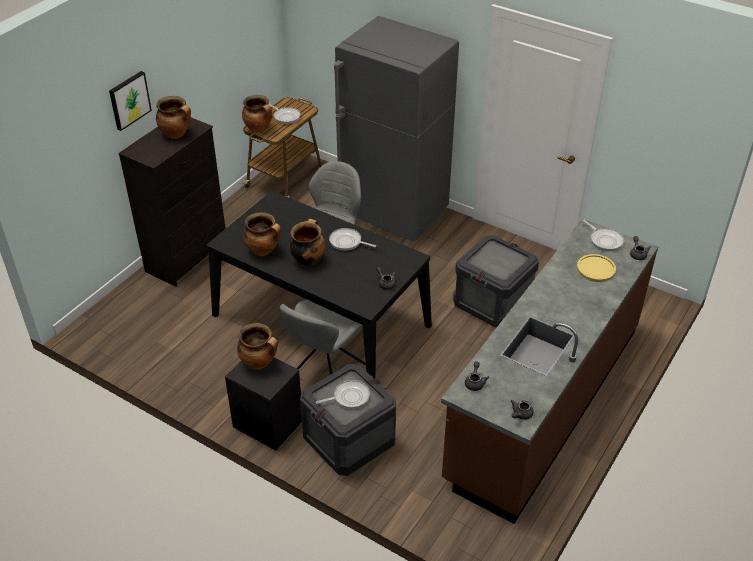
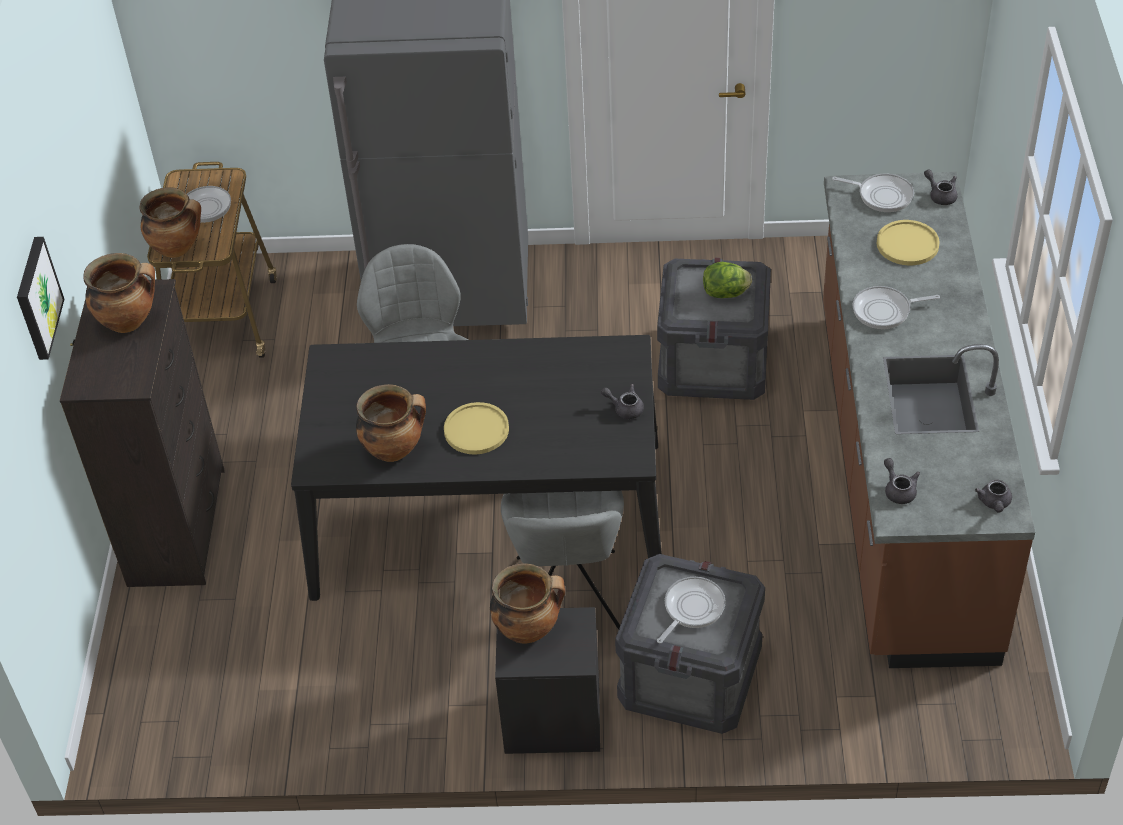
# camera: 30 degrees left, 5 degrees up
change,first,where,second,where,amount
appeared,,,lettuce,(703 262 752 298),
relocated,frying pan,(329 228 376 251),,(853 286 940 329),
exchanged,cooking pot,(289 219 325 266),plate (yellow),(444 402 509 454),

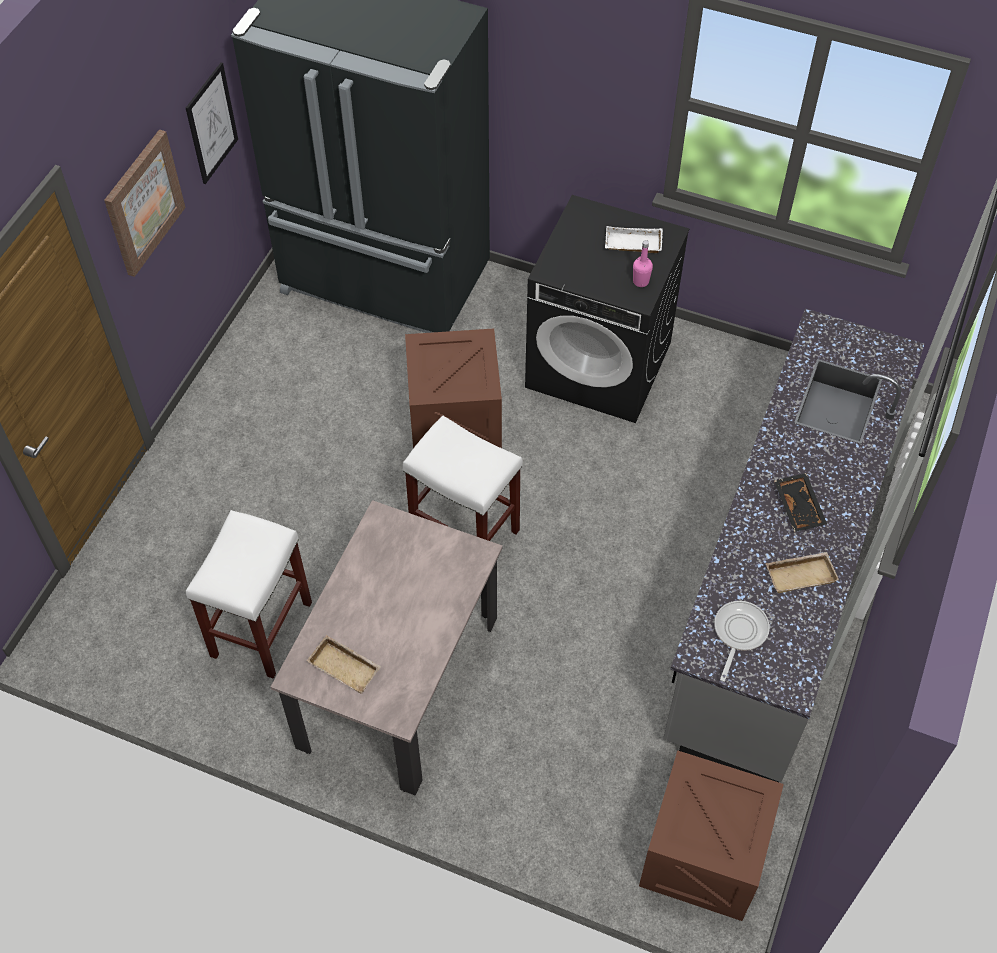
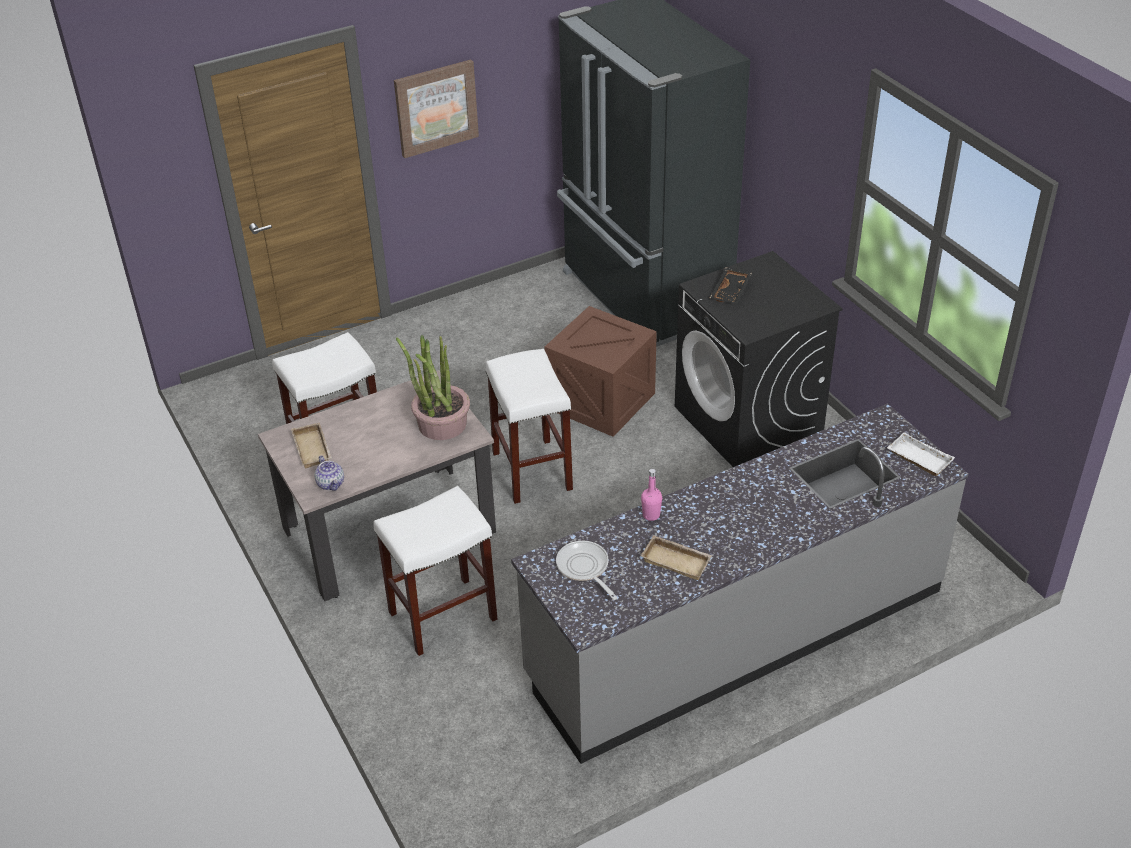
# camera: 40 degrees right, 15 degrees down
change,first,where,second,where,amount
missing,picture,(186 63 238 184),,,
missing,crate,(639 750 784 921),,,
appeared,,,teapot,(314 456 344 491),
appeared,,,stool (white),(373 486 497 656),
appeared,,,potted plant,(396 335 470 440),
relocated,tray (white),(605 226 663 253),,(887 432 955 476),
relocated,bottle (pink),(633 240 653 287),,(641 469 662 521),
relocated,tray (black),(774 473 827 532),,(710 267 752 304),
spun,frying pan,(714 601 770 682),,(556 541 617 600),90 degrees counterclockwise

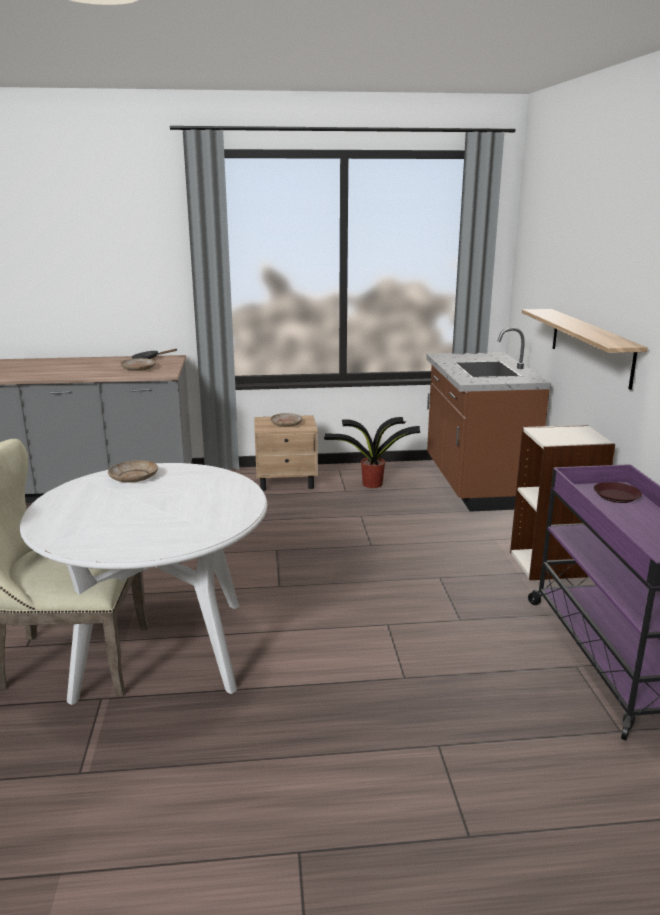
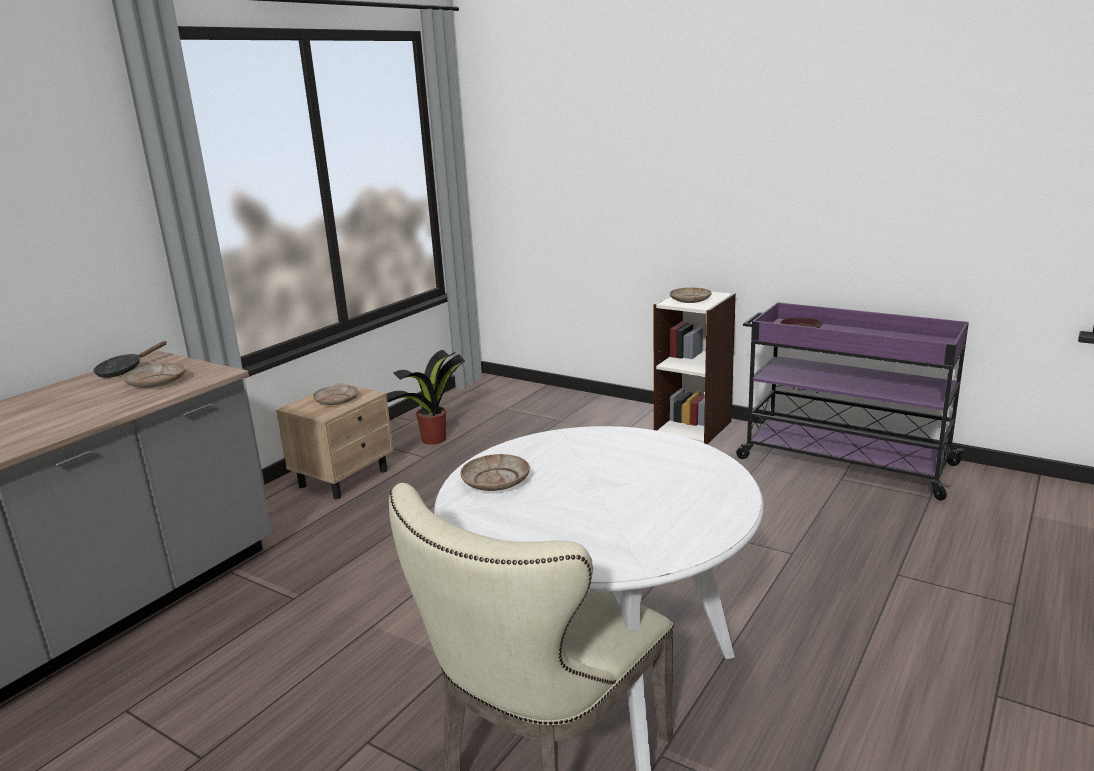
# camera: 50 degrees left, 0 degrees up
change,first,where,second,where,amount
missing,counter (brown),(426 328 551 512),,,
missing,shelf,(522 309 648 390),,,
appeared,,,plate (beige),(670 288 712 303),

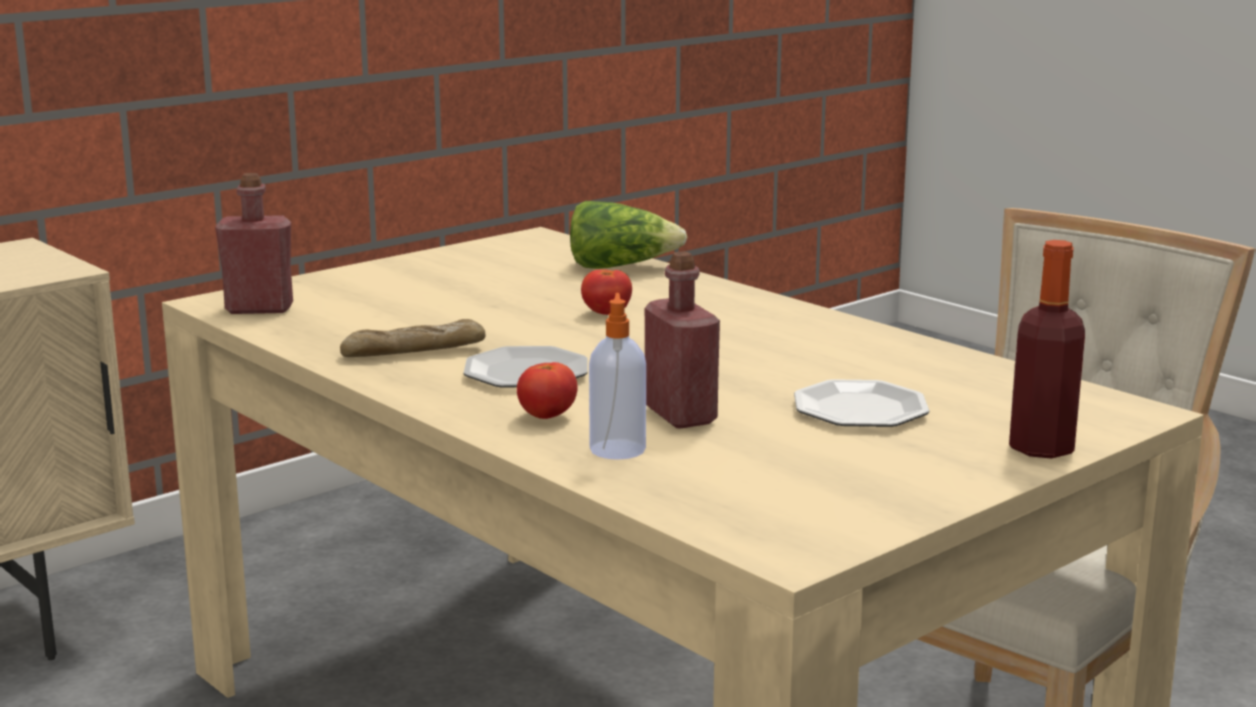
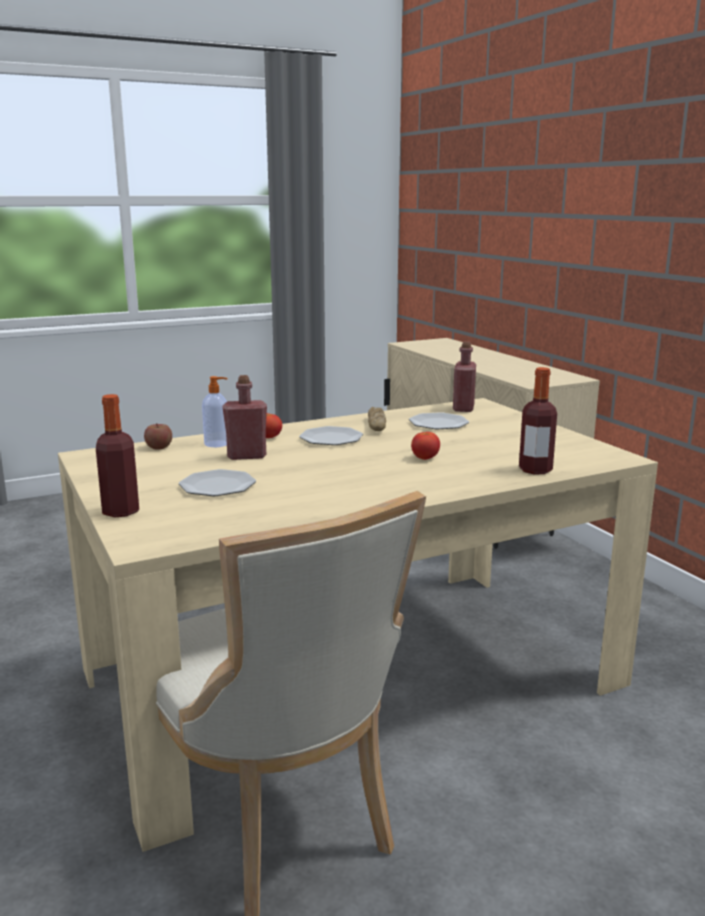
# camera: 105 degrees right, 0 degrees up
change,first,where,second,where,amount
appeared,,,apple,(144 423 172 450),
appeared,,,plate,(409 412 469 429),
exchanged,lettuce,(570 201 687 269),bottle,(519 367 557 475),

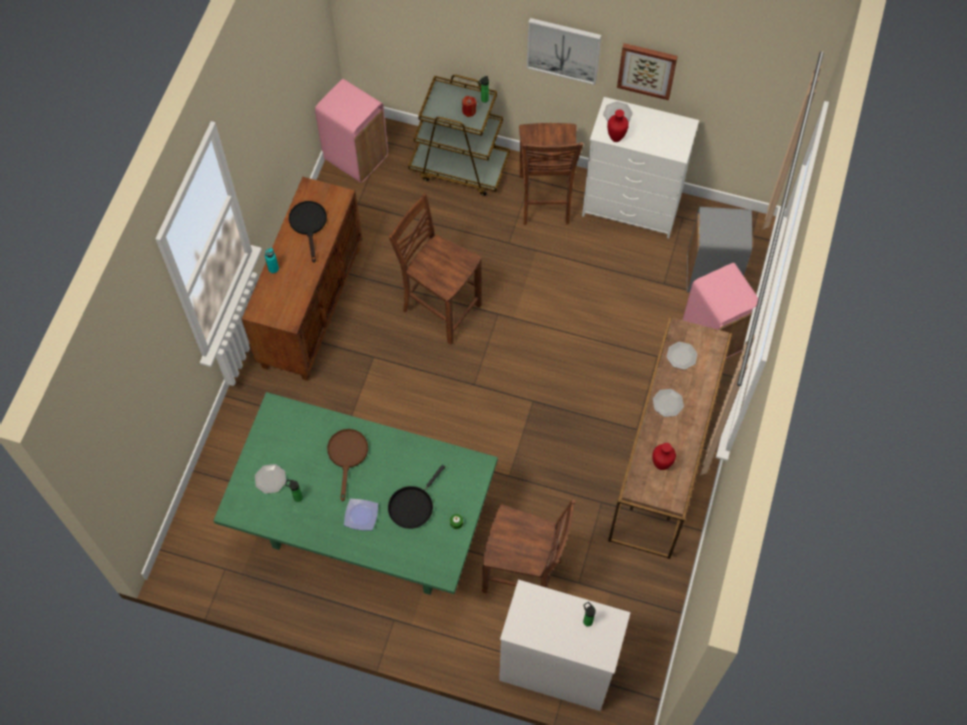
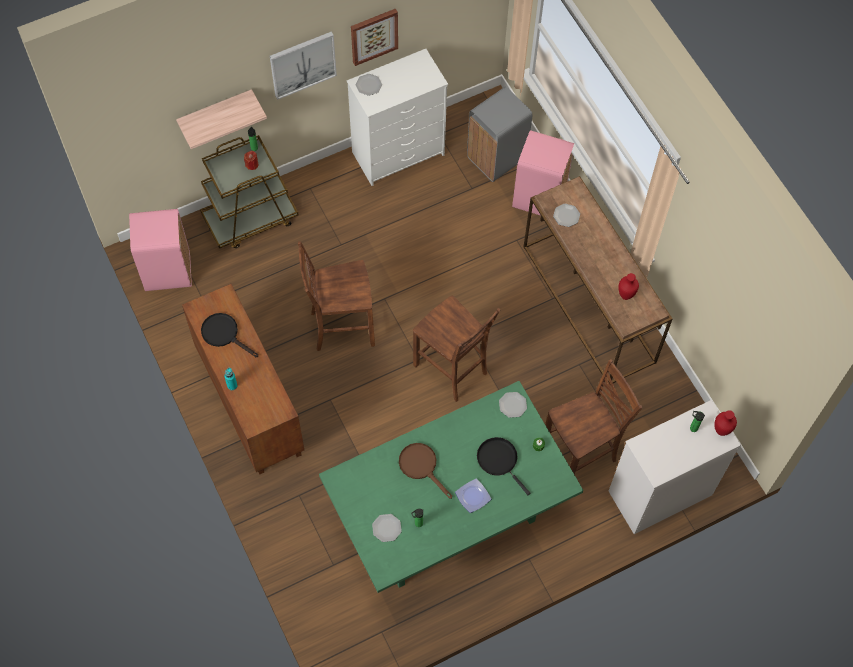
# camera: 45 degrees left, 0 degrees up
change,first,where,second,where,amount
appeared,,,shelf,(176 89 267 149),
relocated,chair (brown),(519 123 583 225),,(413 296 501 402),
relocated,vase (red),(607 109 629 142),,(714 410 737 436),
relocated,plate,(653 389 684 417),,(499 392 527 418),
spun,frying pan (black),(388 465 445 529),,(477 437 530 495),150 degrees clockwise

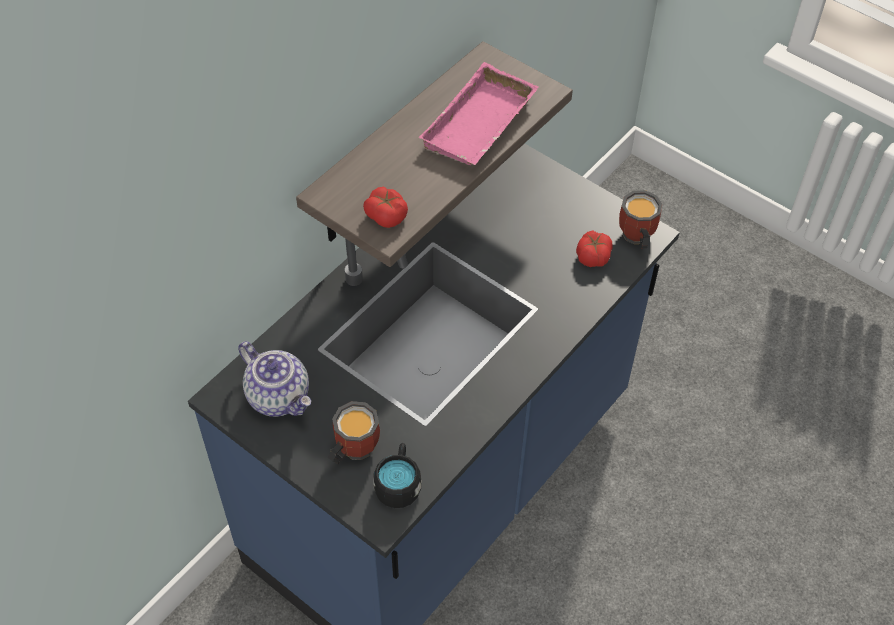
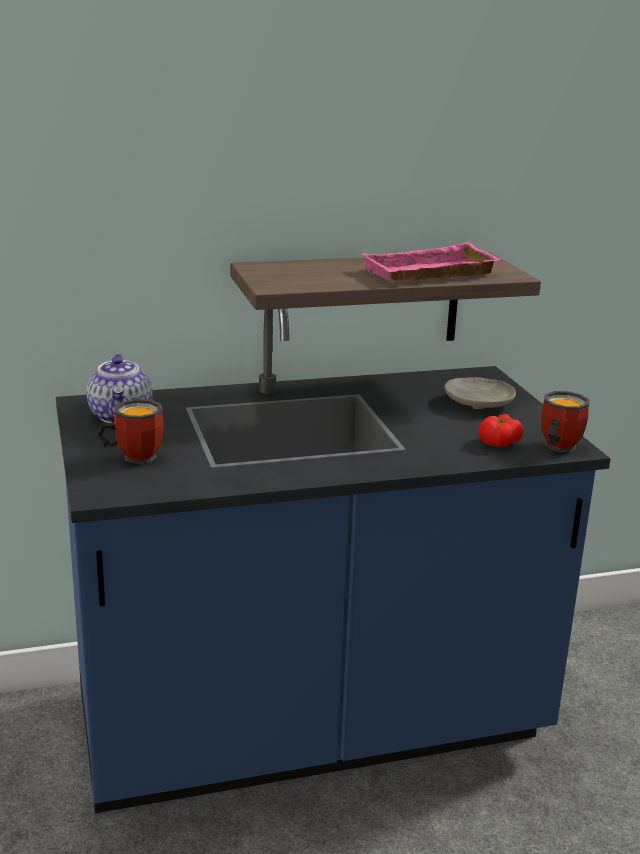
# camera: 35 degrees right, 30 degrees down
change,first,where,second,where,amount
missing,tomato,(363 187 408 228),,,
missing,mug (black),(373 443 422 508),,,
appeared,,,plate (beige),(444 377 516 409),

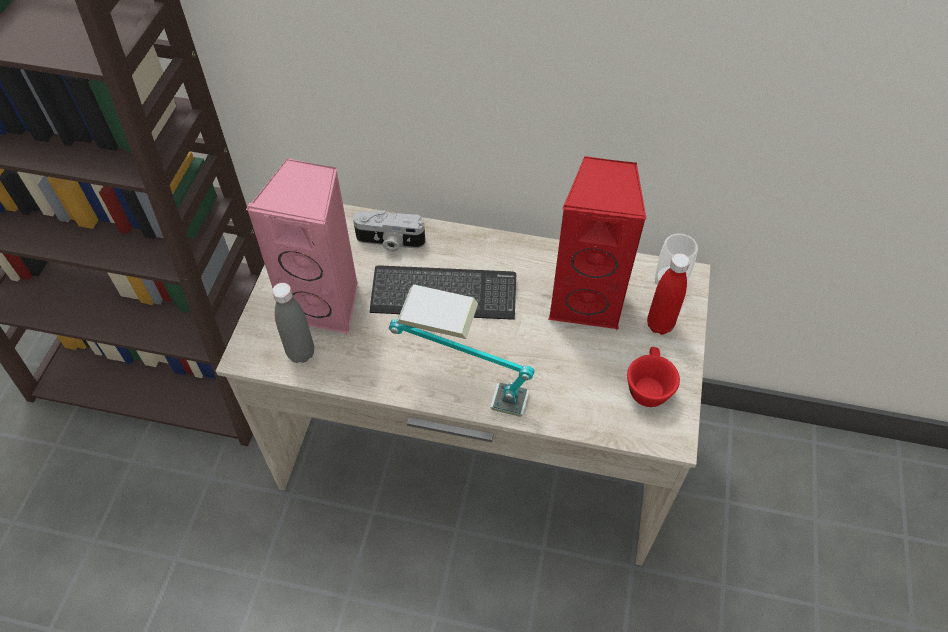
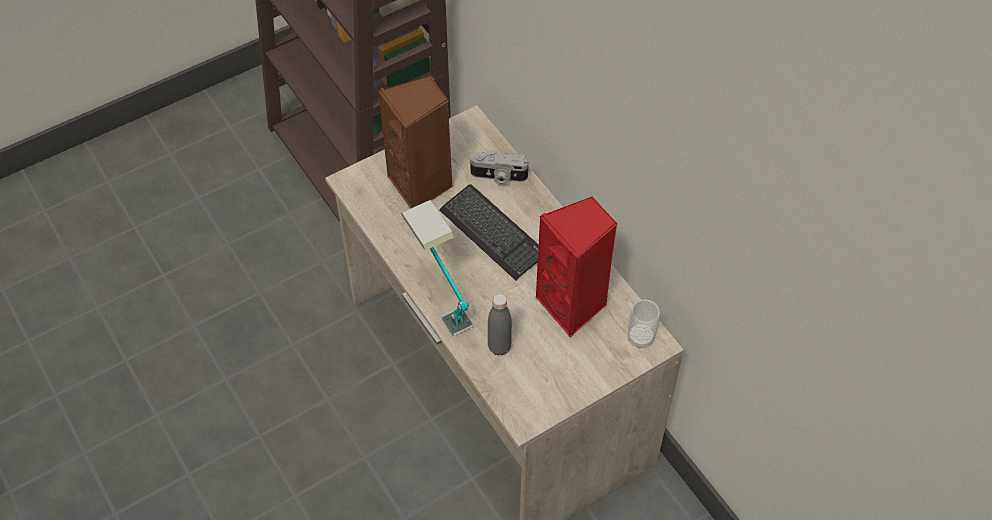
# camera: 45 degrees right, 0 degrees up
change,first,where,second,where,amount
missing,cup (red),(627 347 680 407),,,
missing,bottle (red),(647 253 690 335),,,
relocated,bottle (grey),(272 283 314 363),,(488 294 512 355),
colour,speaker (pink),(246 158 358 335),speaker (brown),(378 76 453 209),
spun,photo camera,(353 210 425 252),,(470 151 528 185),45 degrees counterclockwise

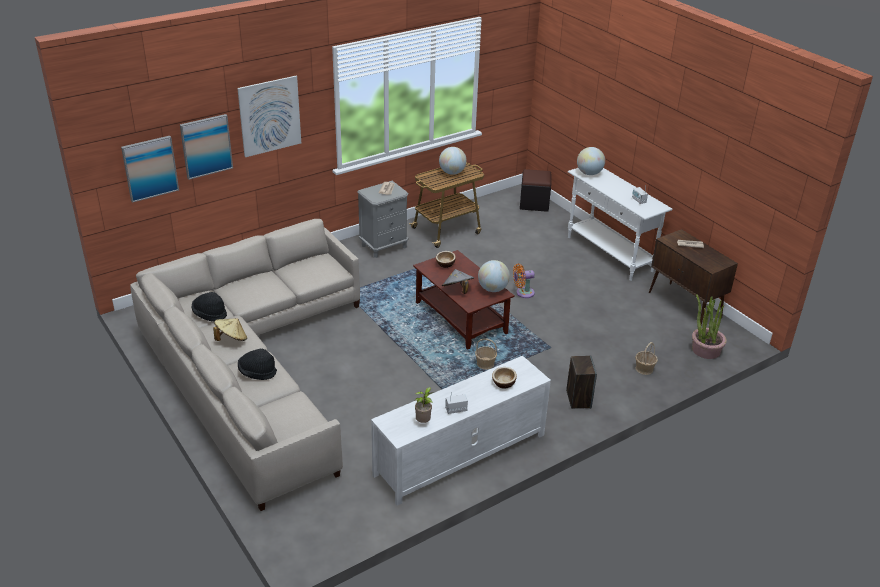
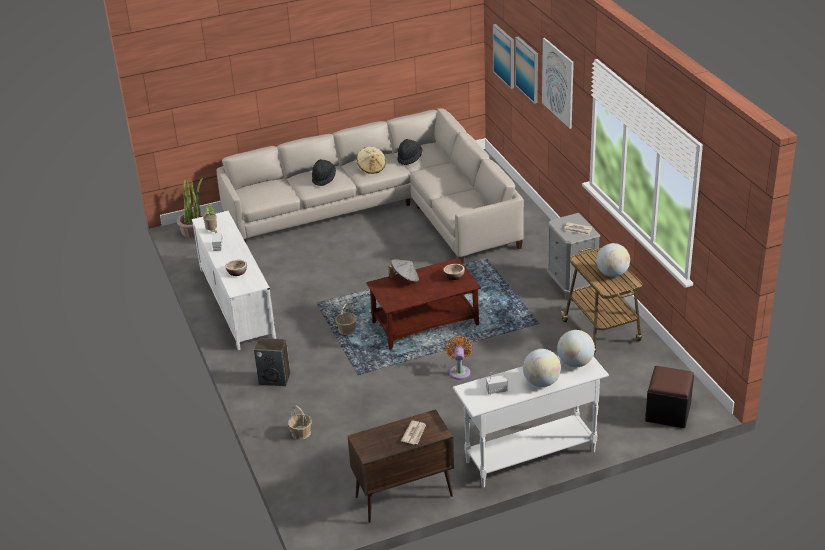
# camera: 105 degrees right, 0 degrees up
change,first,where,second,where,amount
relocated,globe,(478 260 510 292),,(523 349 561 387),
relocated,potted plant,(692 294 727 359),,(177 178 204 238),

